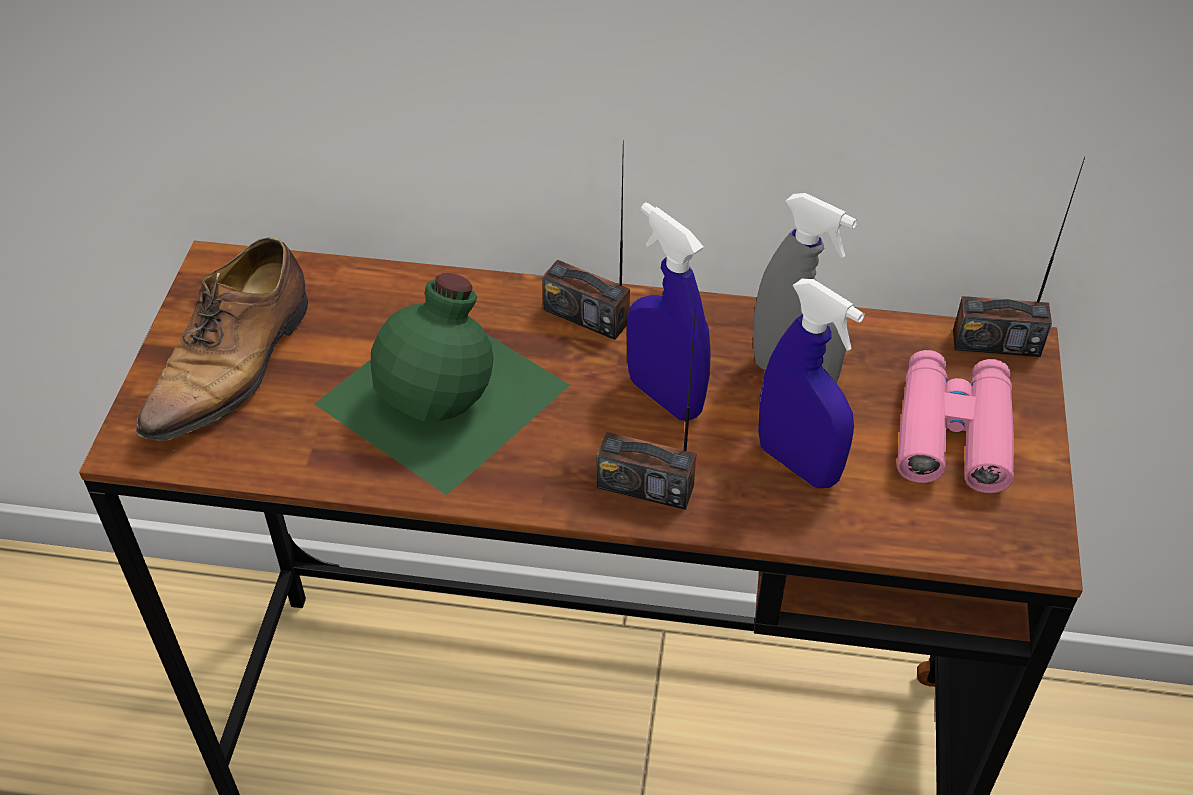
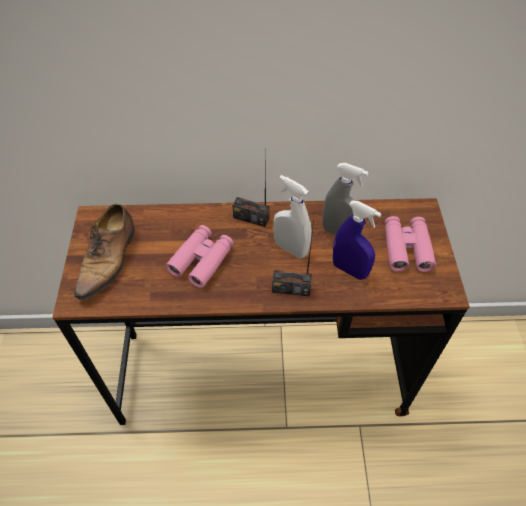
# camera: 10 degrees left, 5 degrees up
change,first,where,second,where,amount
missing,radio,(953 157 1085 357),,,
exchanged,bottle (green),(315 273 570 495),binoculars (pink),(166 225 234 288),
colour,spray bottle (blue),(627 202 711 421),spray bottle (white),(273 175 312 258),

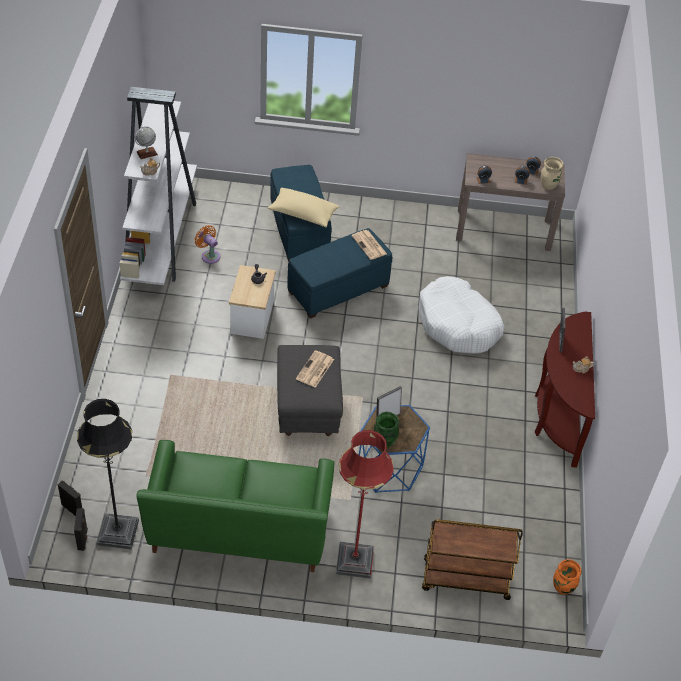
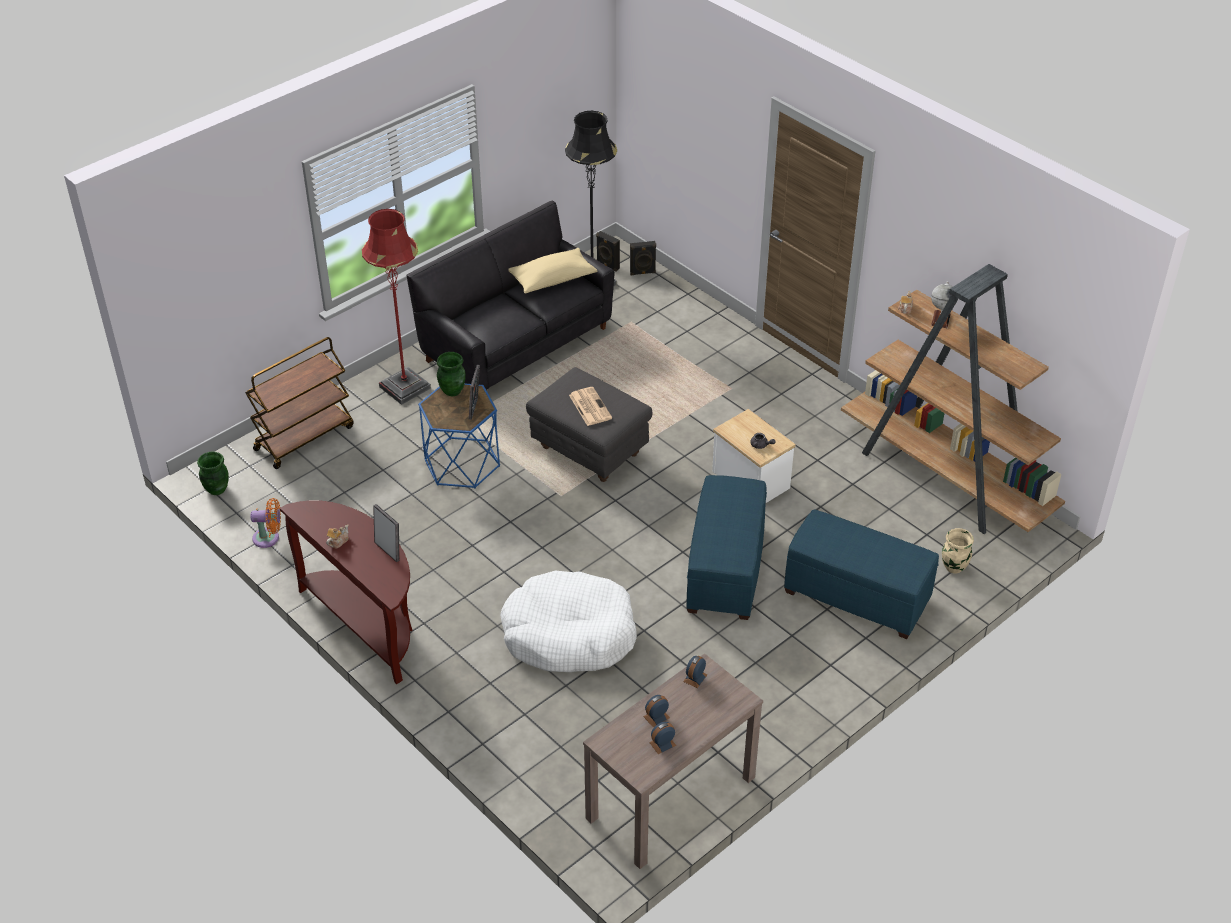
# camera: 135 degrees right, 5 degrees down
change,first,where,second,where,amount
missing,newspaper,(351 230 387 260),,,
relocated,fan (orange),(194 225 221 264),,(251 498 281 548),
relocated,pillow (beige),(268 187 339 227),,(508 248 597 294),
relocated,vase (beige),(541 157 564 190),,(942 528 974 573),
colour,bookcase (white),(120 87 197 285),bookcase (brown),(841 264 1065 534),
colour,sofa (green),(136 440 335 572),sofa (black),(406 201 615 390),
colour,vase (orange),(553 559 582 595),vase (green),(197 452 229 495),

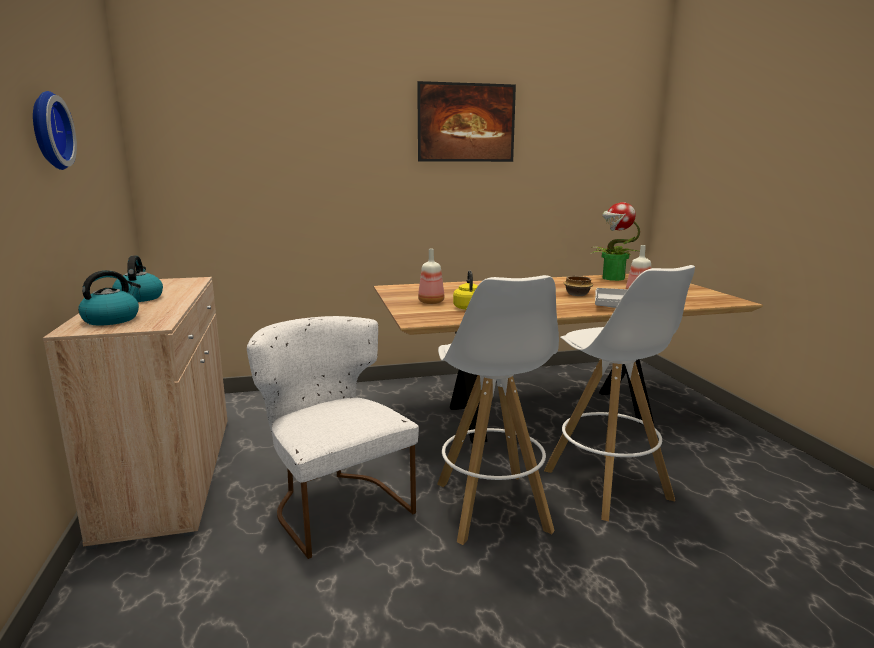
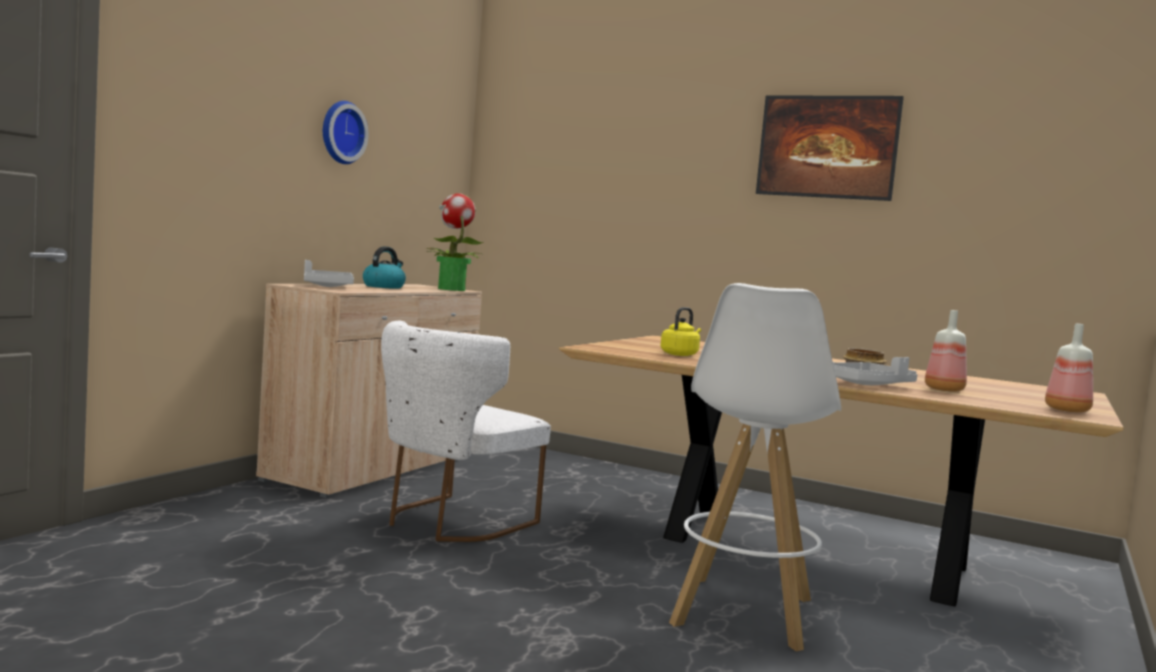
# camera: 40 degrees right, 10 degrees down
change,first,where,second,where,amount
missing,stool (white),(437 275 559 545),,,
relocated,bottle,(418 249 444 304),,(1045 323 1093 413),
relocated,potted plant,(590 202 640 281),,(427 193 484 291),
exchanged,kettle,(78 270 141 325),tray (grey),(304 260 354 287),
spun,chair (white),(247 316 419 559),,(381 321 551 542),150 degrees counterclockwise

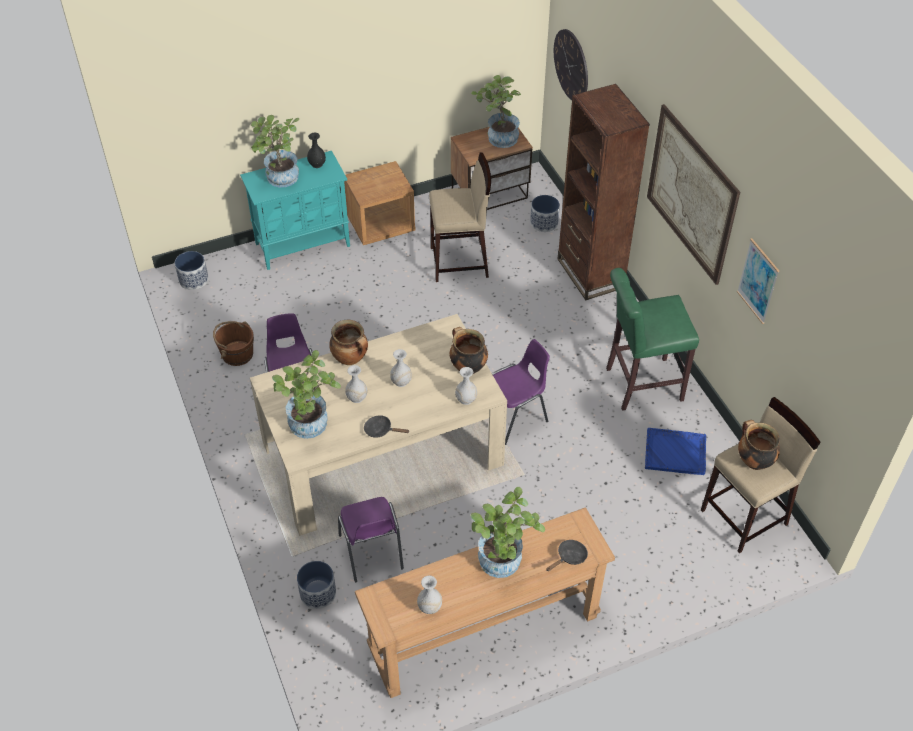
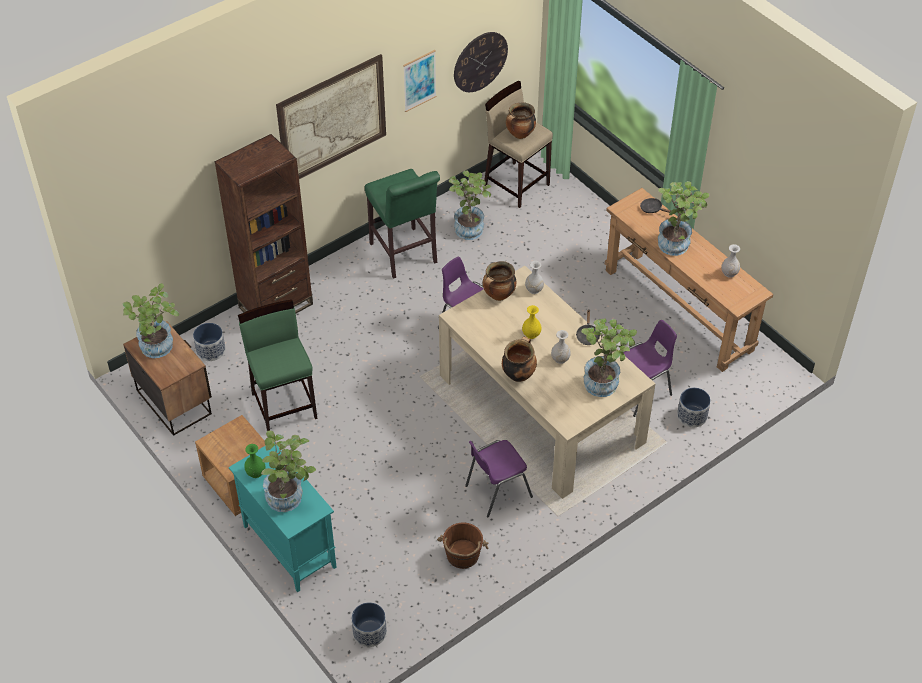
# camera: 105 degrees left, 0 degrees up
change,first,where,second,where,amount
relocated,wall clock,(554 29 588 100),,(454 32 508 92),
exchanged,tray (blue),(645 428 706 475),potted plant,(449 171 492 240),
colour,vase (black),(307 133 326 168),vase (green),(245 444 265 478),
colour,vase (white),(390 349 412 387),vase (yellow),(522 305 541 339),
colour,stool (beige),(429 153 491 282),stool (green),(238 300 317 431),

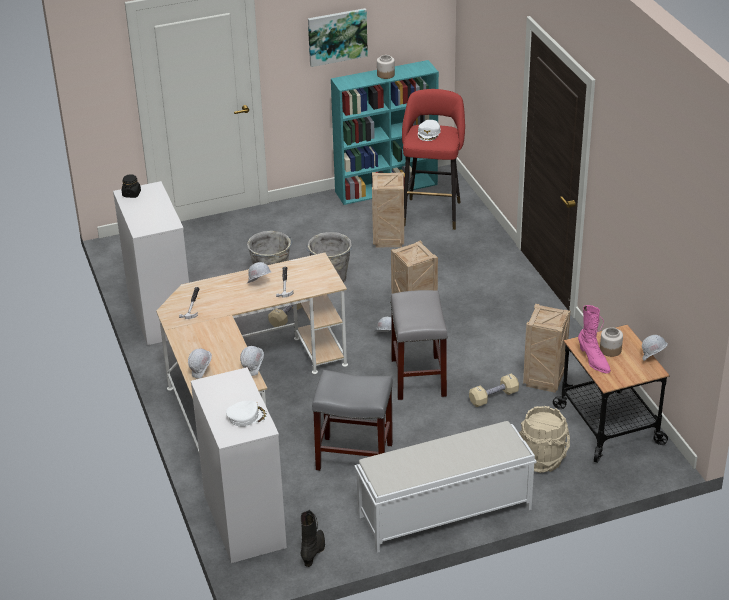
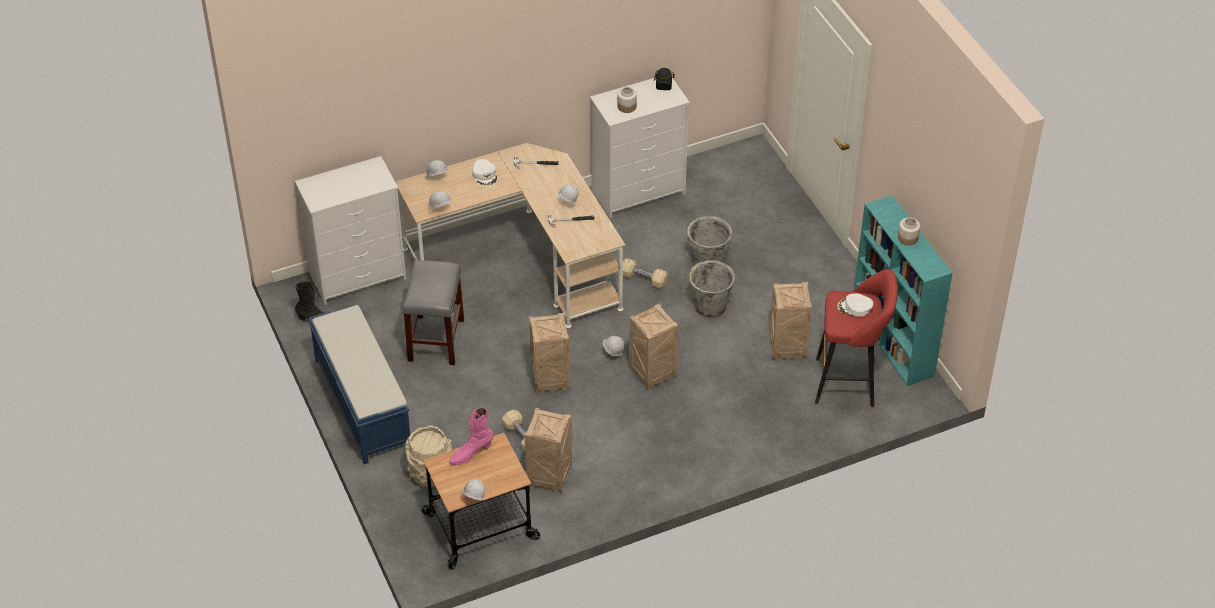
# camera: 85 degrees right, 10 degrees up
change,first,where,second,where,amount
missing,picture,(308 8 368 67),,,
relocated,cap (white),(226 400 267 427),,(472 159 497 186),
relocated,jar,(600 327 623 357),,(618 87 637 113),
exchanged,stool (grey),(390 290 448 400),crate,(529 313 570 393),
colour,bench (white),(354 421 537 553),bench (blue),(308 305 410 464),

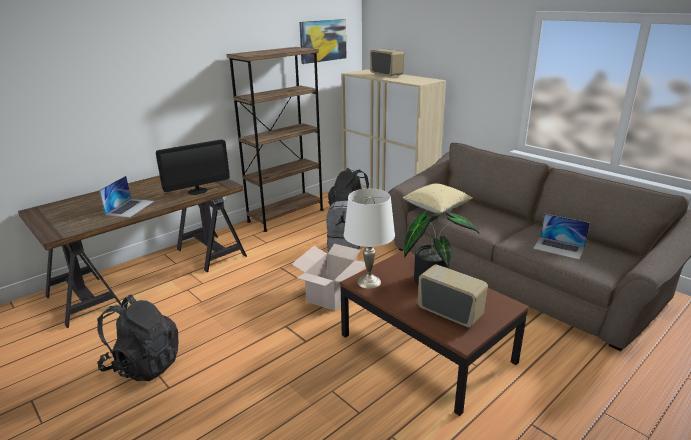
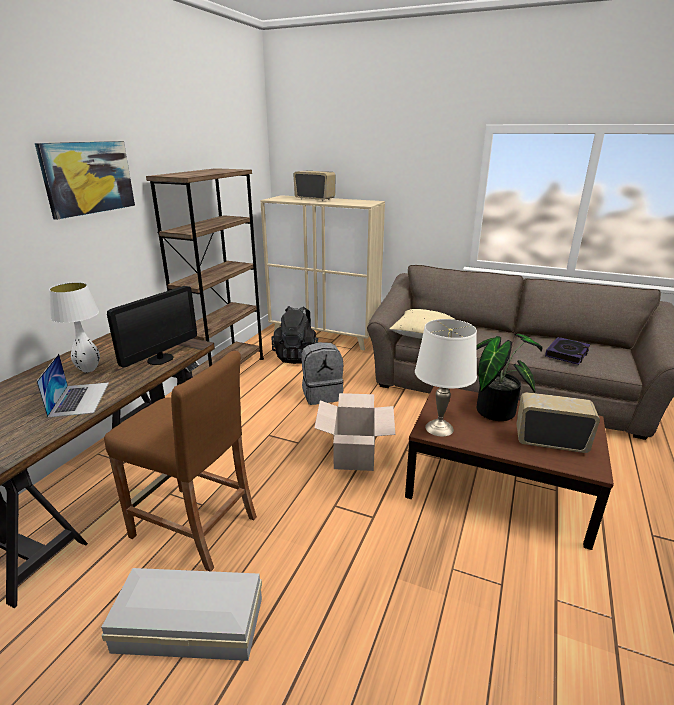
# camera: 25 degrees left, 0 degrees up
change,first,where,second,where,amount
appeared,,,table lamp (white),(49 282 100 372),
appeared,,,stool (brown),(104 351 257 571),
relocated,picture,(299 19 346 64),,(35 141 135 220),
exchanged,backpack (black),(97 295 178 381),storage box (white),(101 568 262 661),
exchanged,laptop,(533 214 590 260),book,(545 337 590 365),

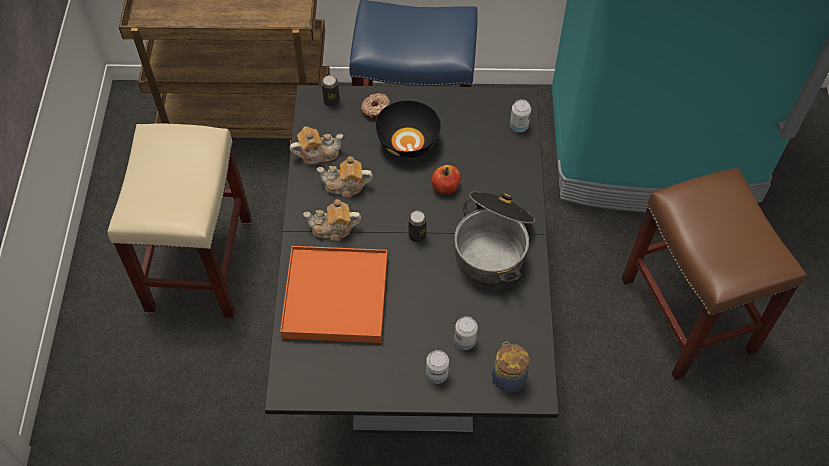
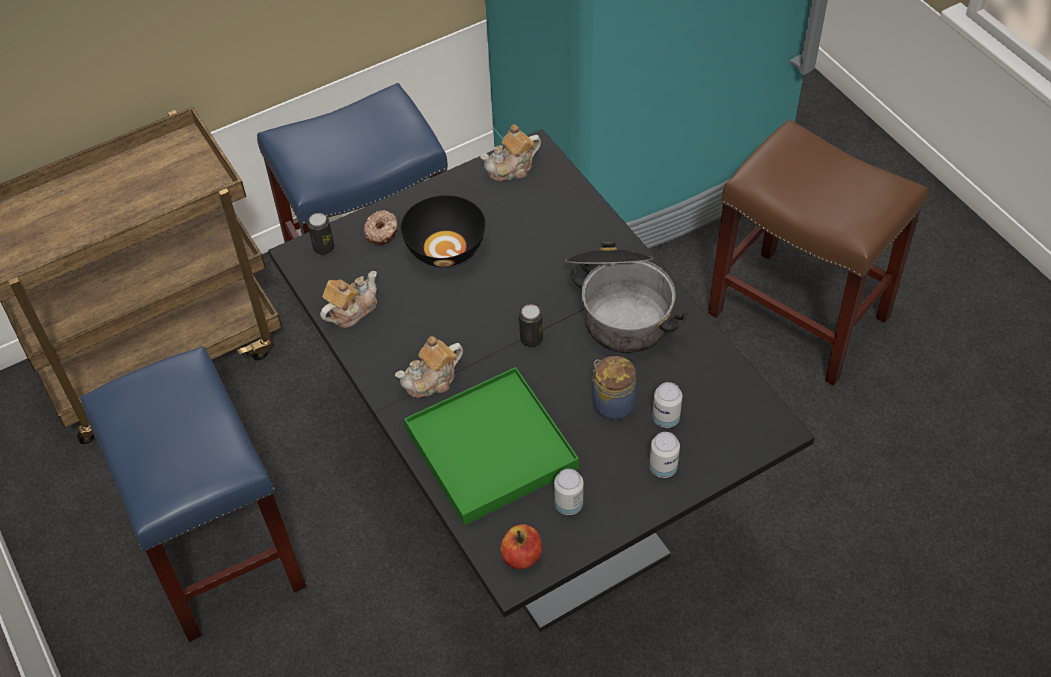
# camera: 30 degrees left, 5 degrees down
change,first,where,second,where,amount
relocated,teapot,(317 156 373 198),,(480 124 541 181),
relocated,apple,(432 165 461 194),,(500 524 542 569),
relocated,jar,(492 341 529 393),,(592 356 636 420),
relocated,can,(510 99 531 132),,(554 469 584 515),
colour,stool (beige),(108 124 252 318),stool (blue),(80 346 307 642),
colour,tray (orange),(280 246 388 343),tray (green),(404 367 579 526),

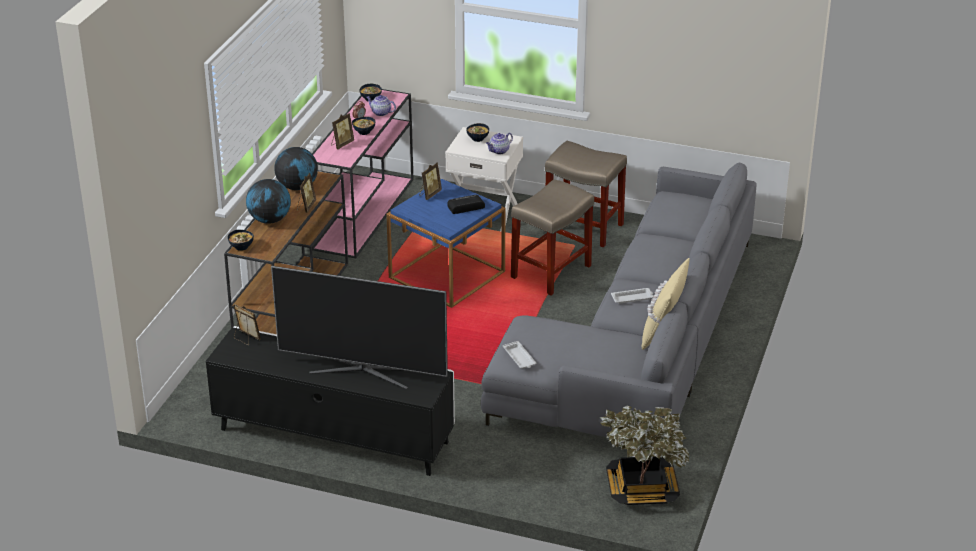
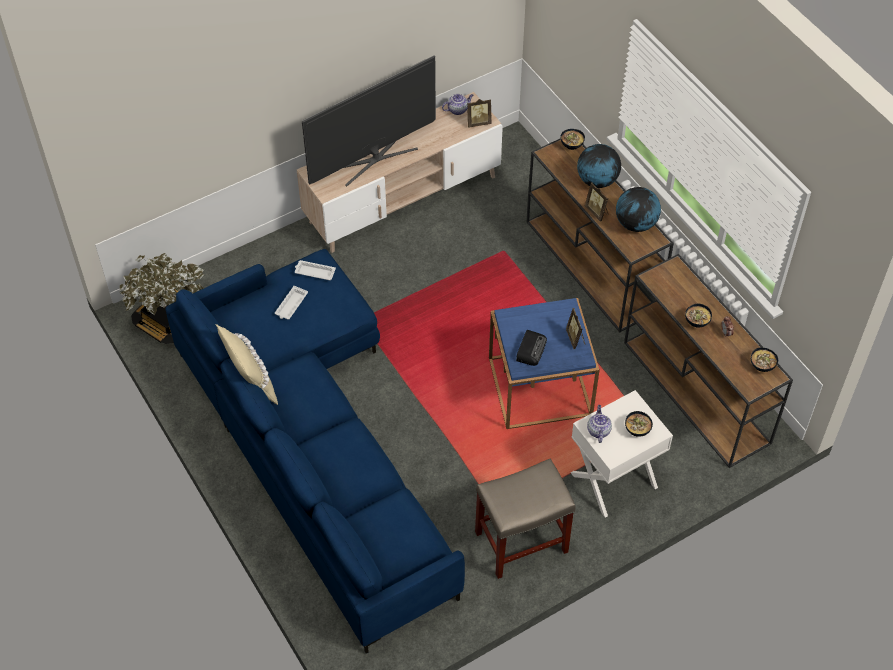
# camera: 130 degrees right, 20 degrees up
change,first,where,second,where,amount
missing,picture frame,(331 113 354 149),,,
missing,stool (beige),(511 179 594 295),,,
relocated,teapot,(367 95 396 116),,(442 94 474 115),
relocated,tray (white),(611 288 654 304),,(275 286 308 319),
colour,tv stand (black),(206 326 455 476),tv stand (beige),(297 92 503 253),
colour,console table (pink),(312 89 413 258),console table (brown),(624 254 793 468),
colour,sofa (grey),(481 162 757 458),sofa (blue),(165 249 465 654),

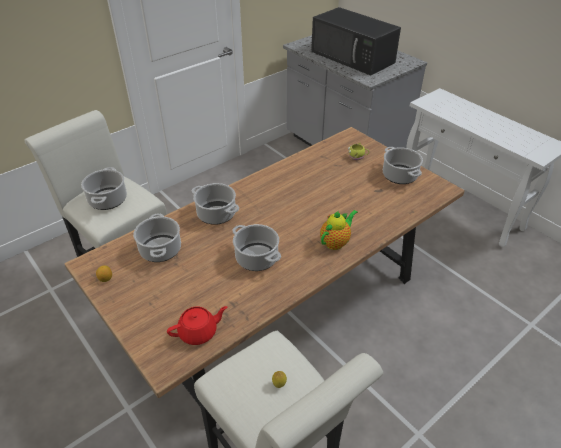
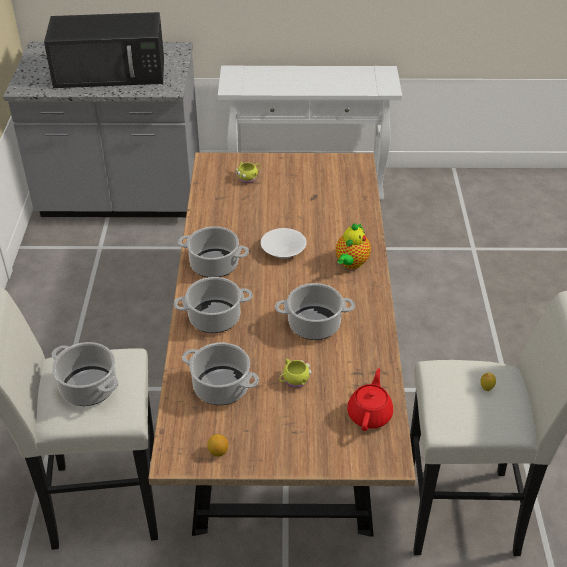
# camera: 50 degrees left, 0 degrees up
change,first,where,second,where,amount
appeared,,,bowl (white),(261 228 307 259),
appeared,,,mug (yellow),(279 359 312 388),
relocated,cooking pot,(383 147 423 184),,(178 226 249 278),
spun,teapot,(320 210 358 250),,(336 223 371 269),150 degrees counterclockwise

